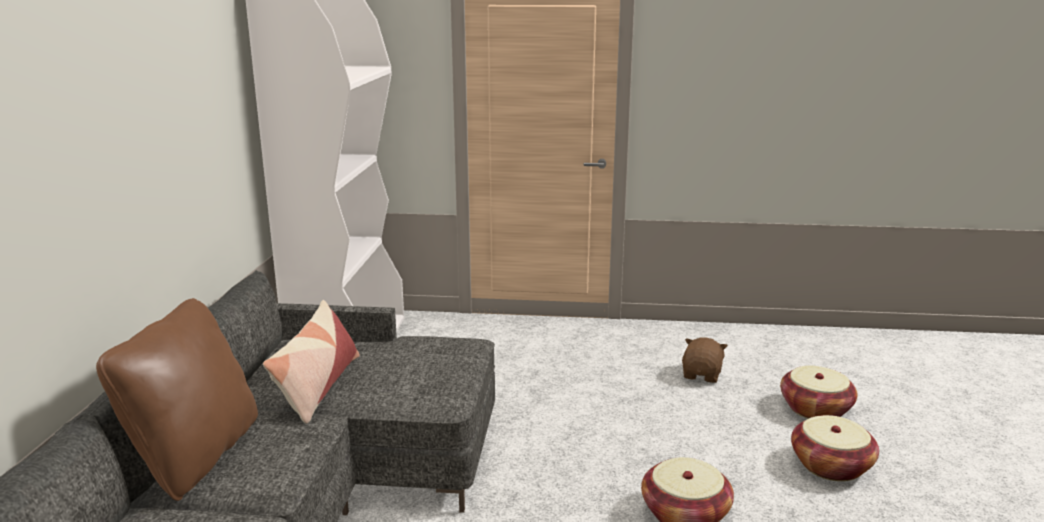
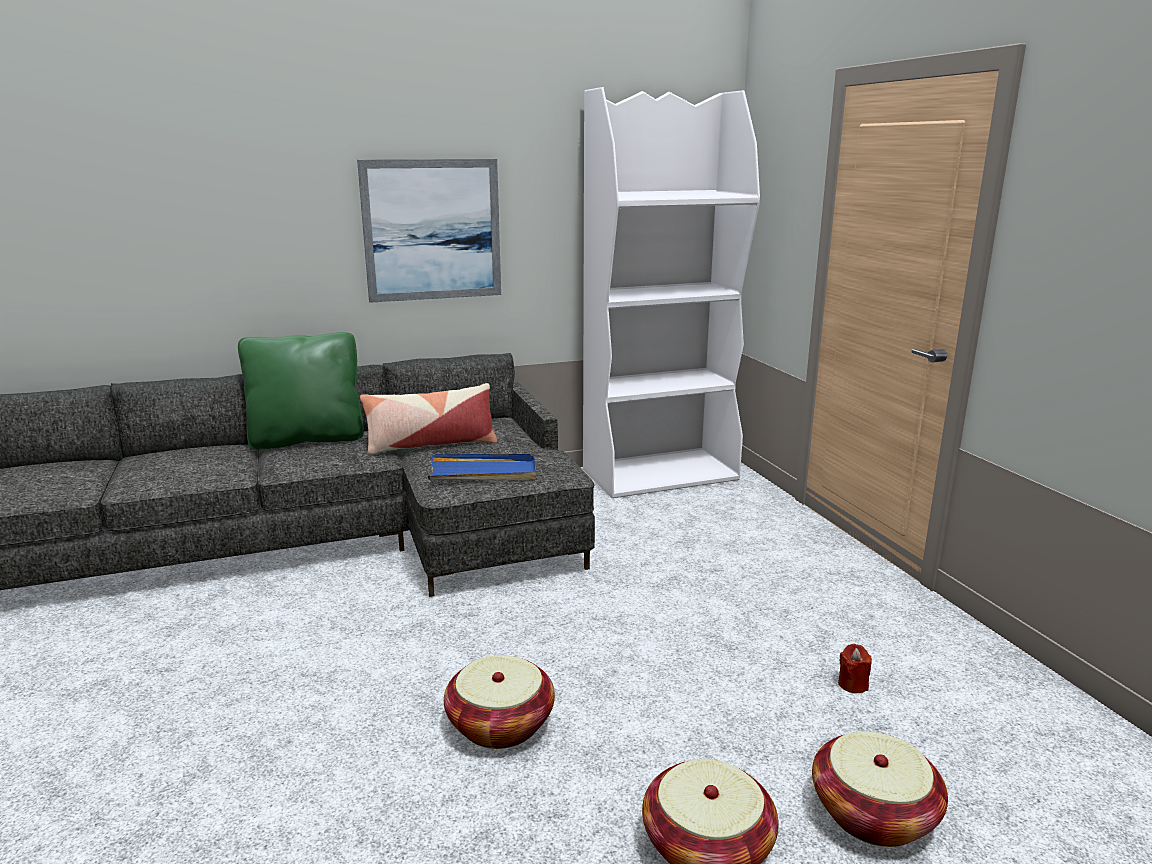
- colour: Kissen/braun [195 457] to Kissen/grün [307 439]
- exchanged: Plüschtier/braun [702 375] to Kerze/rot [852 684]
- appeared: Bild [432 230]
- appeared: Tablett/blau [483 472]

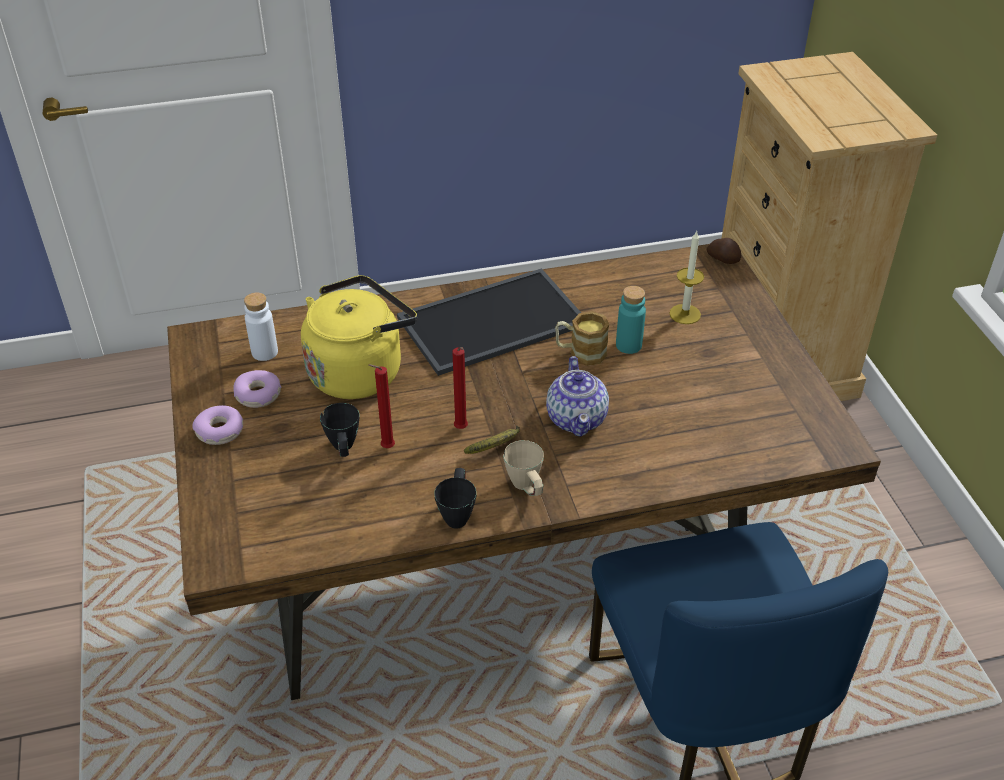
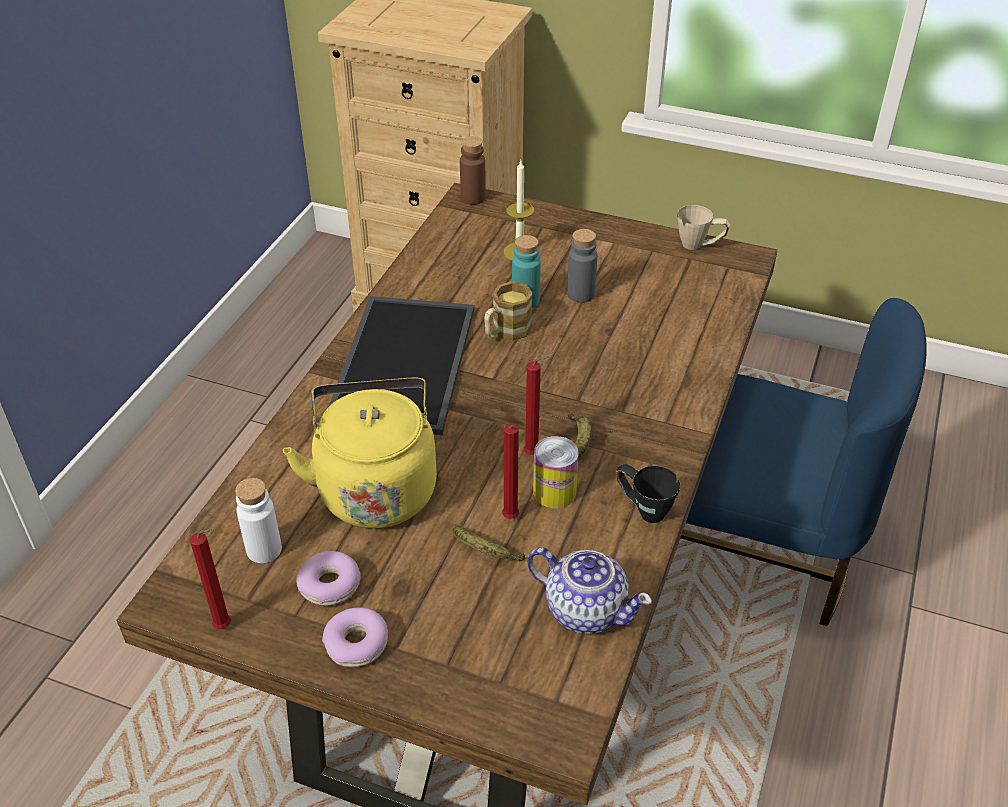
- exchanged: Henkelbecher/schwarz [344 450] to Banane [485 552]
- relocated: Henkelbecher/beige [527 489] to [700 246]
- relocated: Teekanne [577 418] to [585 609]
- exchanged: Kartoffel [723 258] to Flasche/braun [473 198]
- appeared: Kerze/rot [226 627]
- appeared: Dose [554 492]
- appeared: Flasche/grau [580 294]

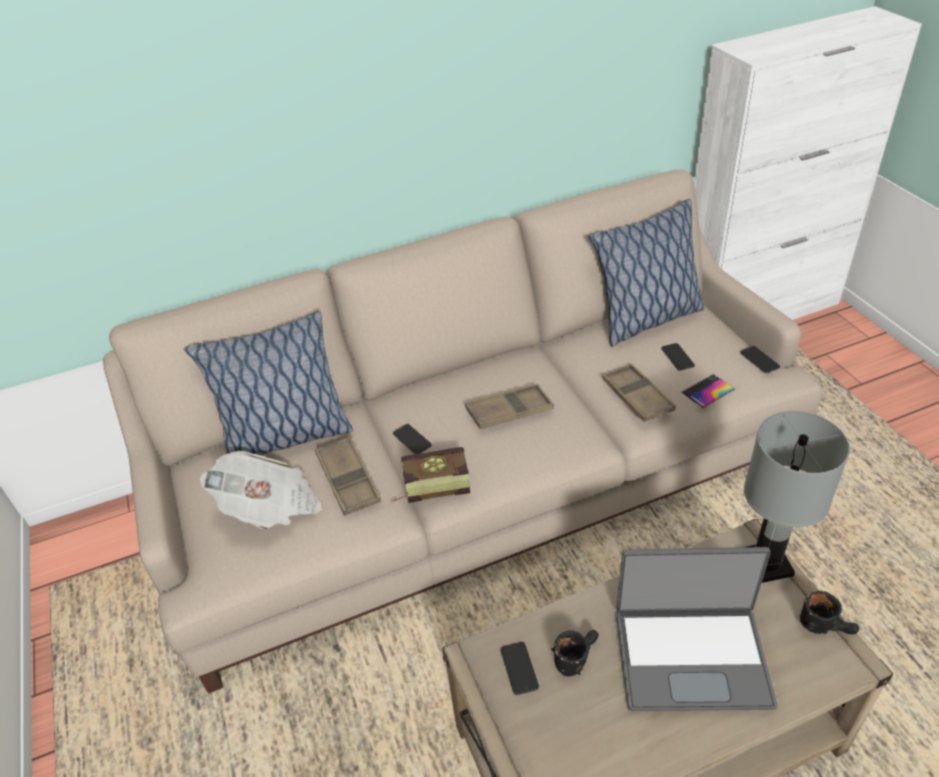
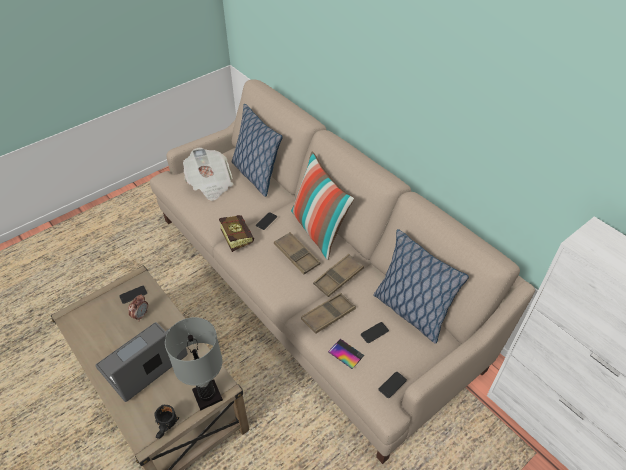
- relocated: Tablett/braun [348 480] to [338 277]
- exchanged: Henkelbecher/schwarz [575 656] to Wecker [141 315]
- spun: Laptop [691 657] = [143 363] 60 degrees clockwise
- appeared: Kissen [319 230]

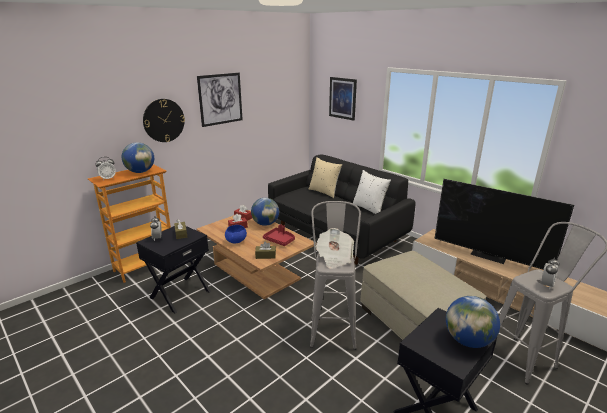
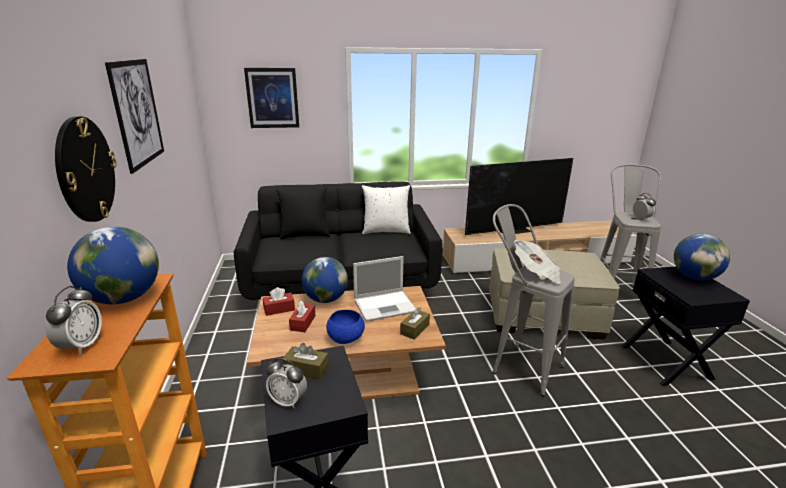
- exchanged: Tablett/rot [280 240] to Laptop [386 305]
- colour: Kissen/beige [324 192] to Kissen/schwarz [305 234]

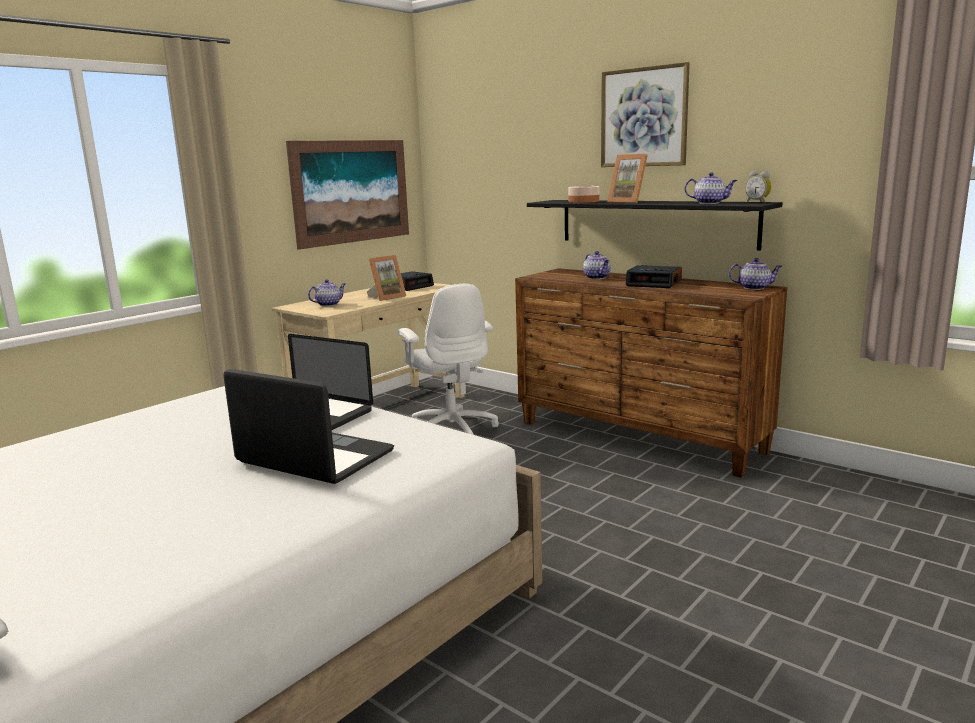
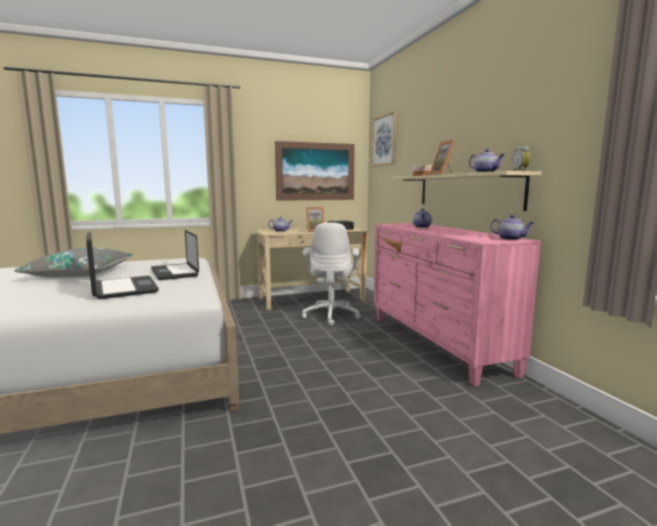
- colour: Kommode/braun [638 437] to Kommode/rosa [436 344]
- colour: Wandregal/schwarz [655 223] to Wandregal/beige [466 191]
- relocated: Bild [644 117] to [384 140]
- missing: Wecker [654 283]
- appeared: Kissen/grau [80 273]

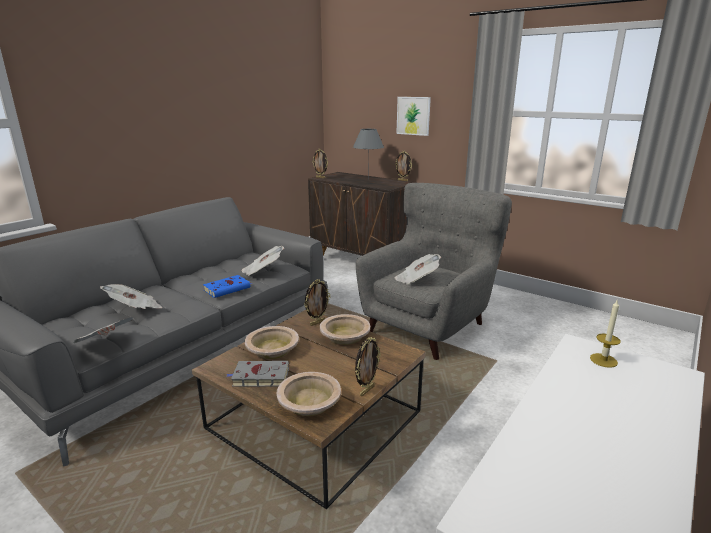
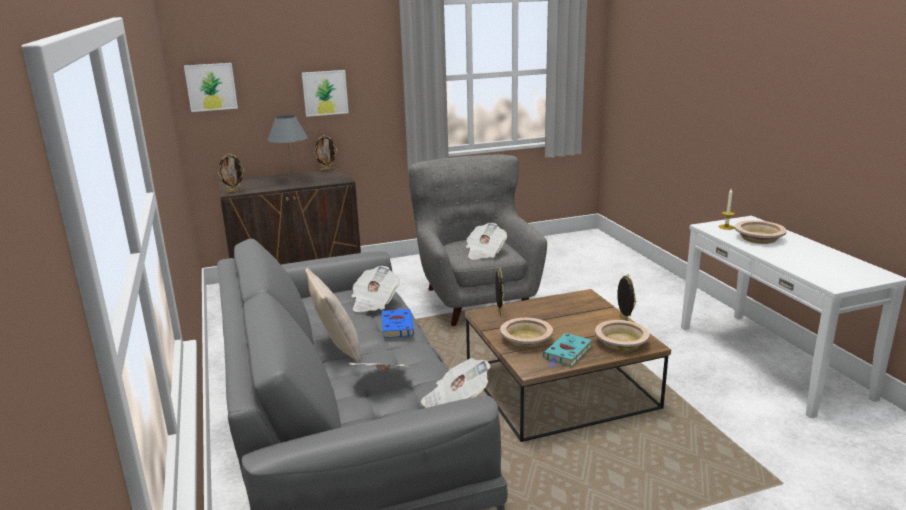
- colour: Buch/grau [259 377] to Buch/türkis [567 353]
- relocated: Schüssel/beige [344 336] to [758 238]
- appeared: Bild [211 87]
- appeared: Kissen/beige [336 347]

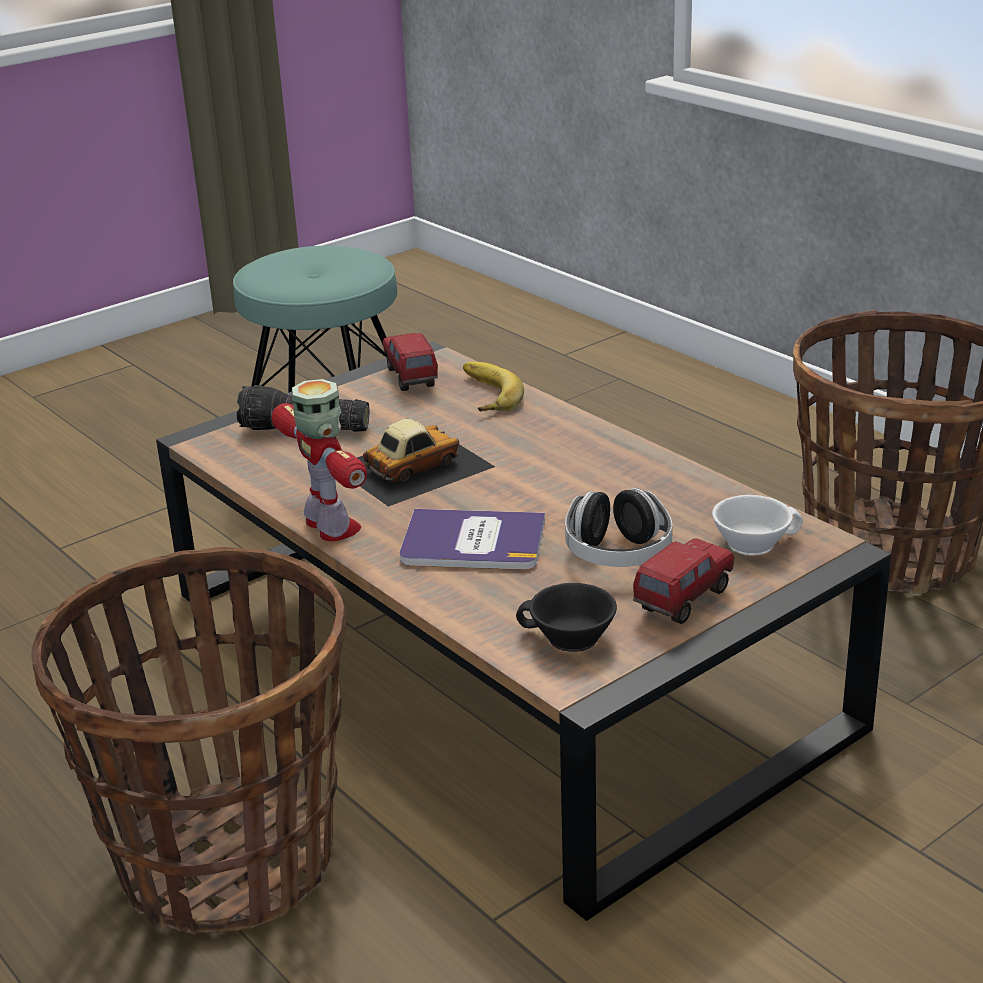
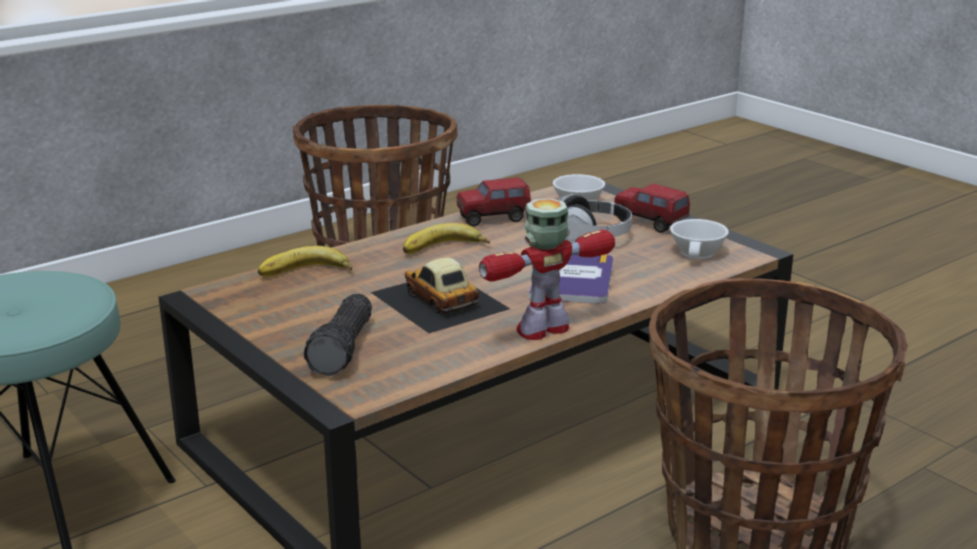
- relocated: Spielzeuglaster [411 378] to [493 219]
- colour: Tasse/schwarz [569 639] to Tasse/weiß [699 253]
- appeared: Banane [445 249]

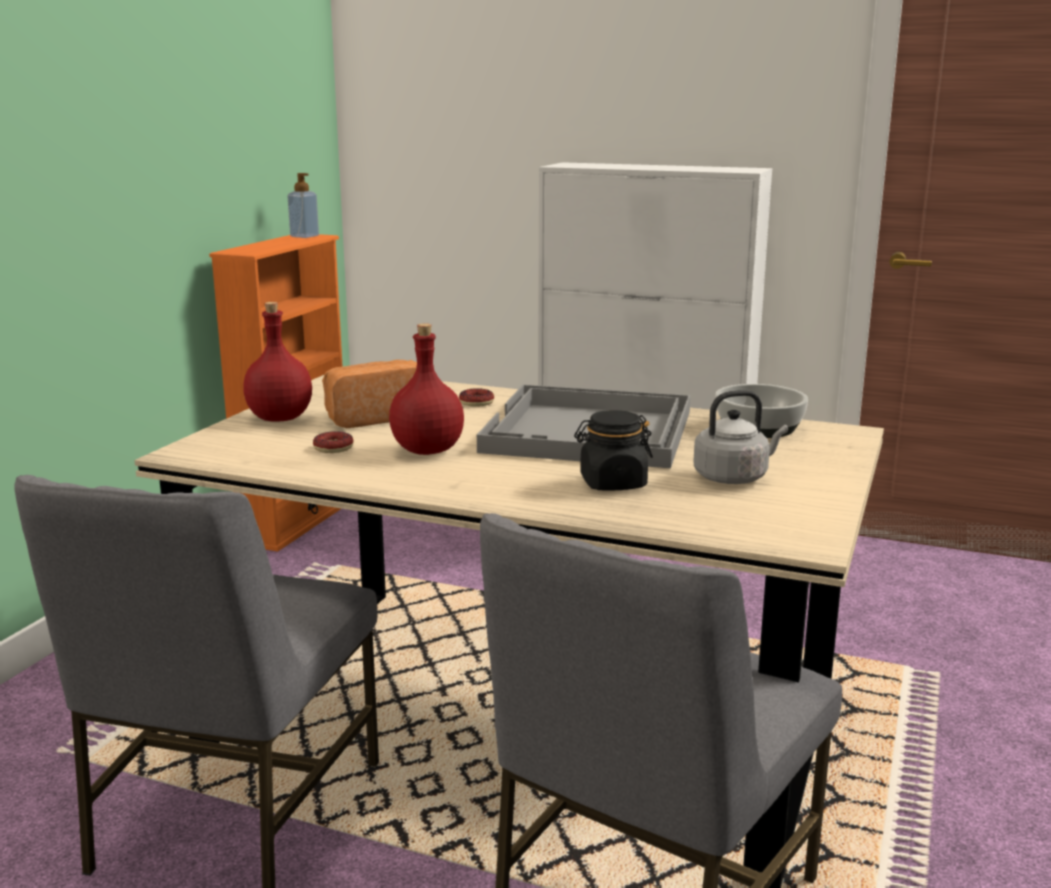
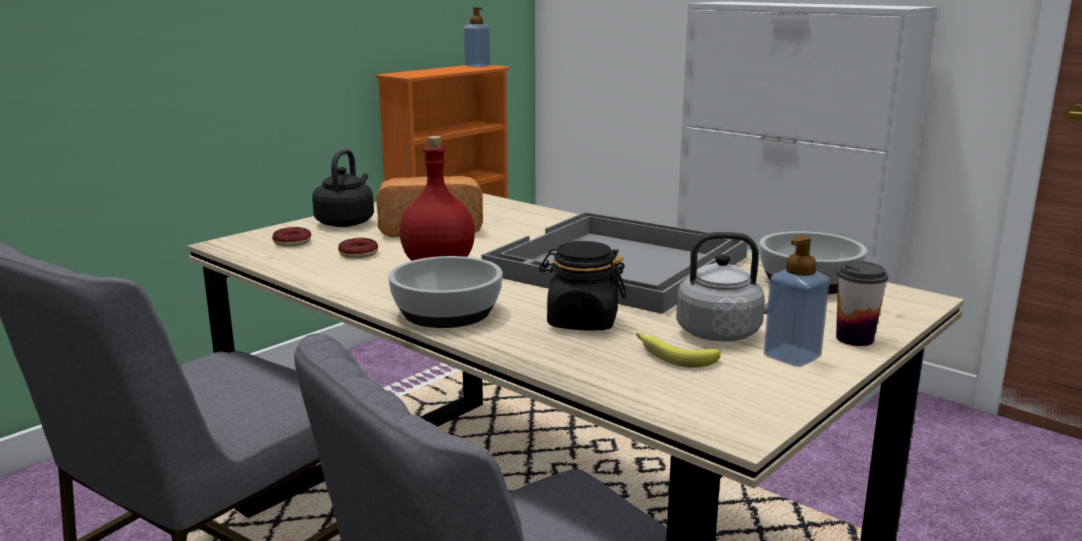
- exchanged: Flasche/rot [279 418] to Wasserkessel/schwarz [346 222]
- relocated: Donut [476 402] to [292 242]
- appeared: Schüssel [445 312]
- appeared: Banane [672 355]
- appeared: Seifenspender [792 356]
- appeared: Tasse [854 339]

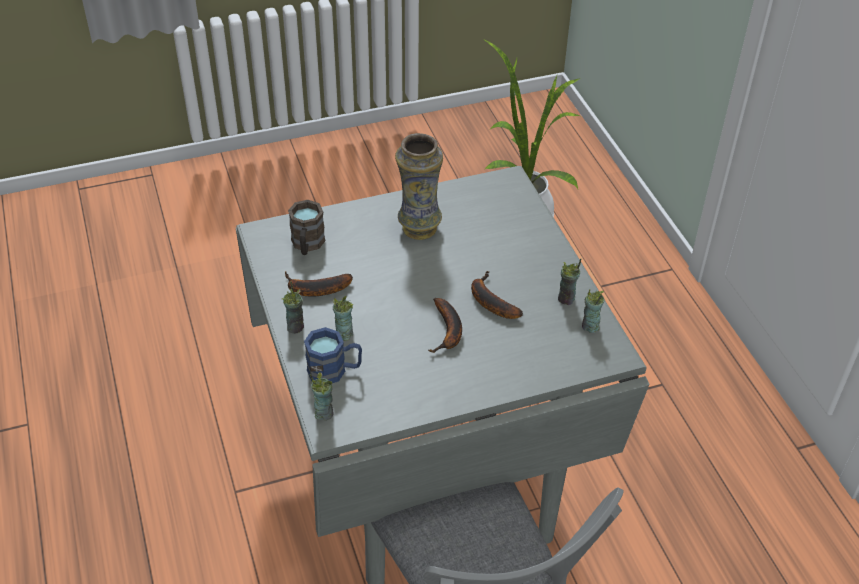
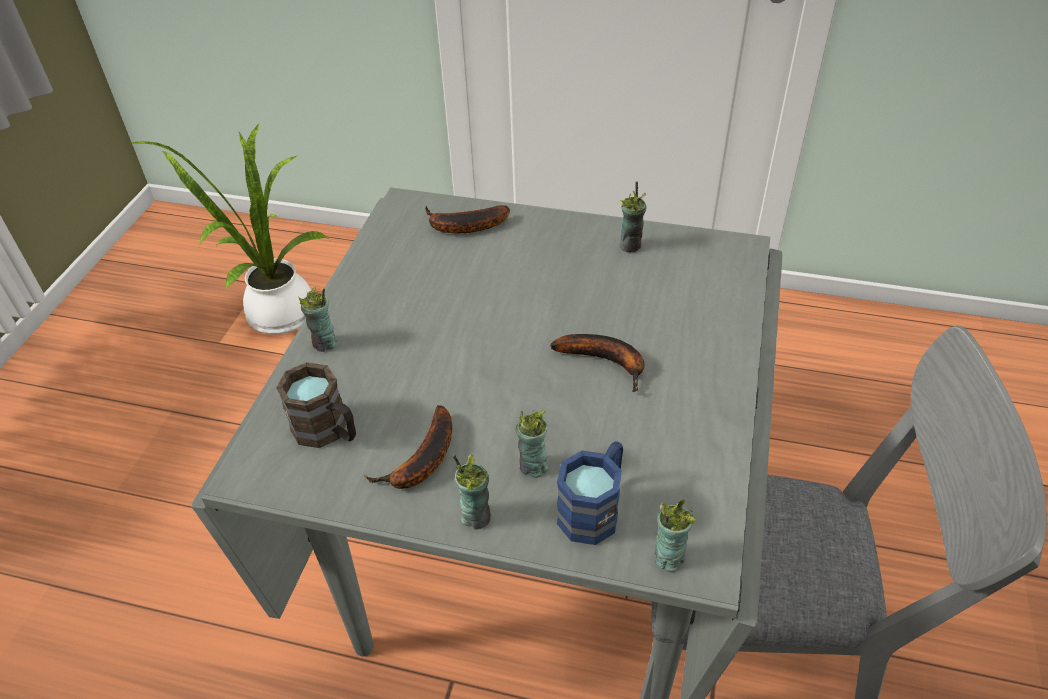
- missing: Vase [419 228]
- relocated: Banane [489 301] to [462 226]
- relocated: Tasse [590 326] to [325 343]

